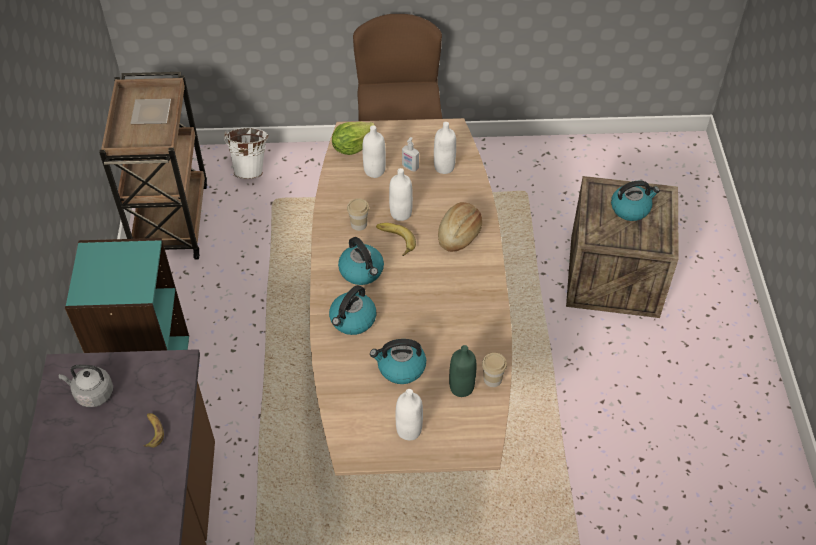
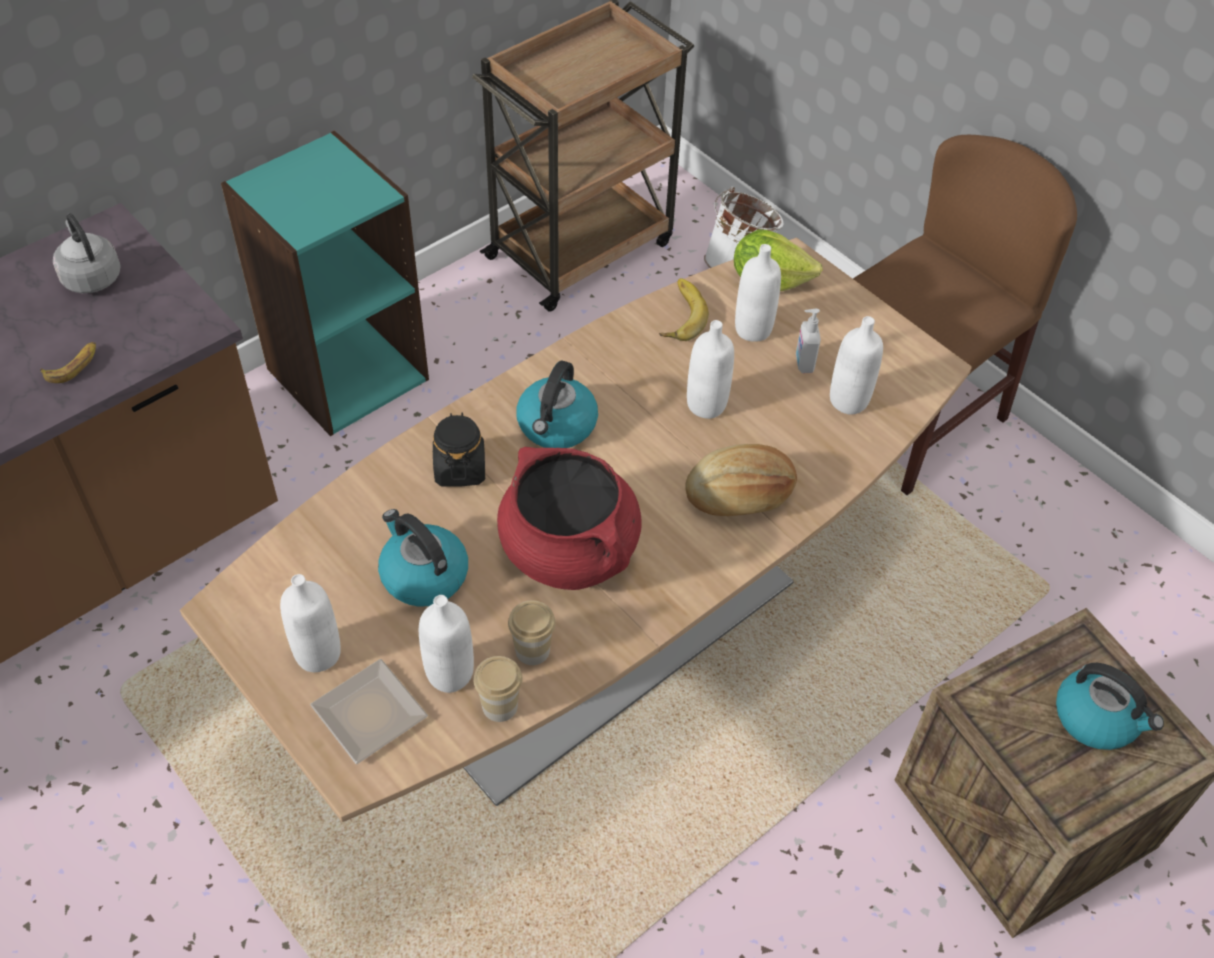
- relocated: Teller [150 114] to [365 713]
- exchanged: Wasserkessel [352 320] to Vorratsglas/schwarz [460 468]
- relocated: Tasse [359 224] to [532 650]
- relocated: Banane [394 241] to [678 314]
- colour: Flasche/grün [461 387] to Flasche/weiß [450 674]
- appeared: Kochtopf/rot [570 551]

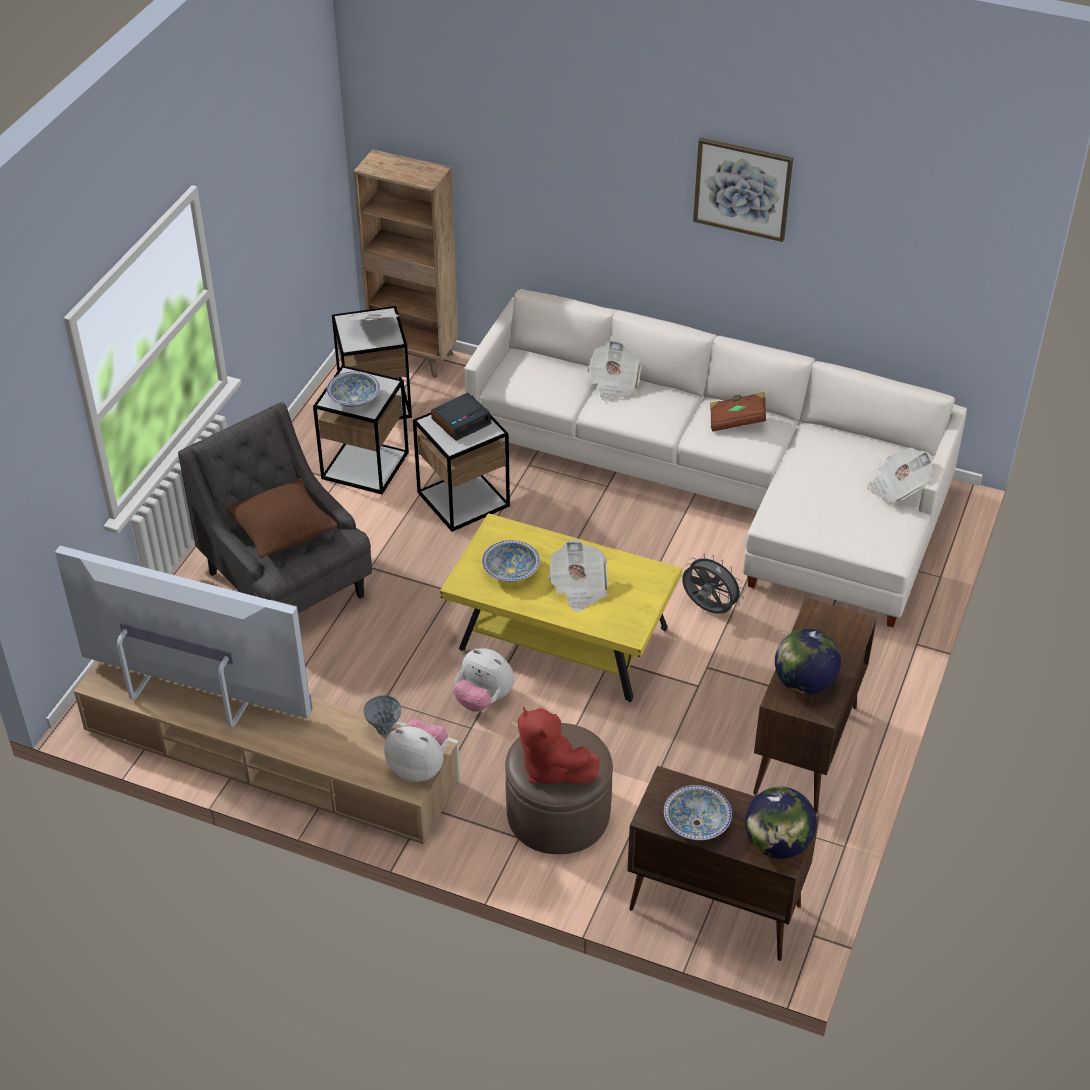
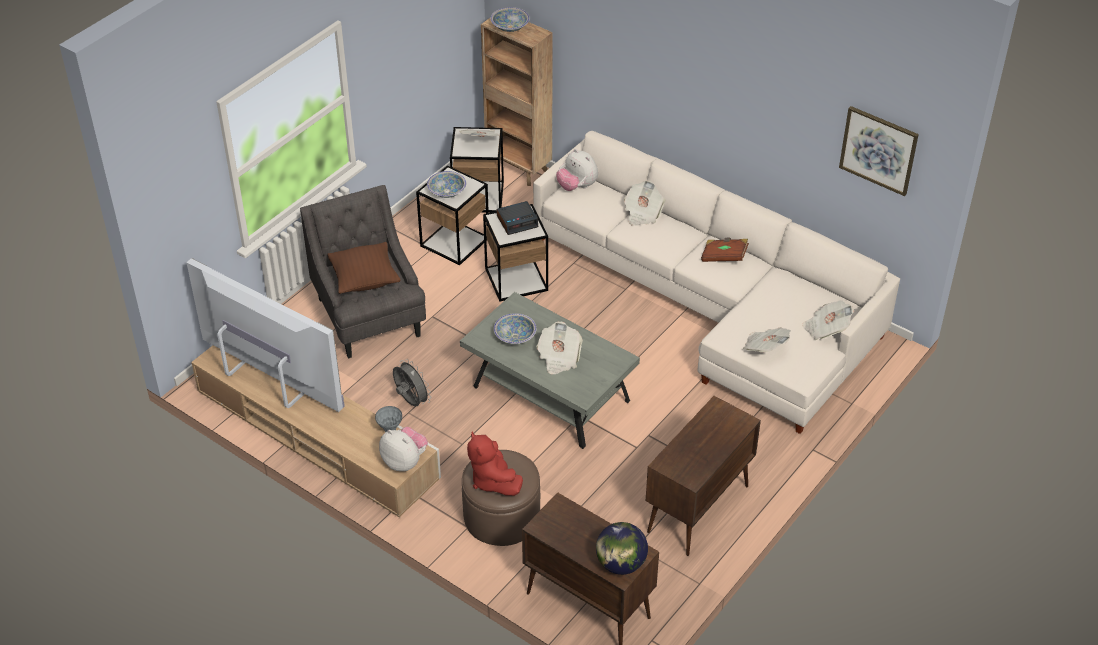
- colour: Couchtisch/gelb [562 640] to Couchtisch/grau [550 395]
- relocated: Plüschtier [483 699] to [577 186]
- relocated: Schüssel [696 823] to [510 27]
- relocated: Ventilator/grau [708 609] to [411 401]
- relocated: Bild [742 188] to [878 150]
- missing: Globus [804 683]
- appeared: Zeitung [765 348]

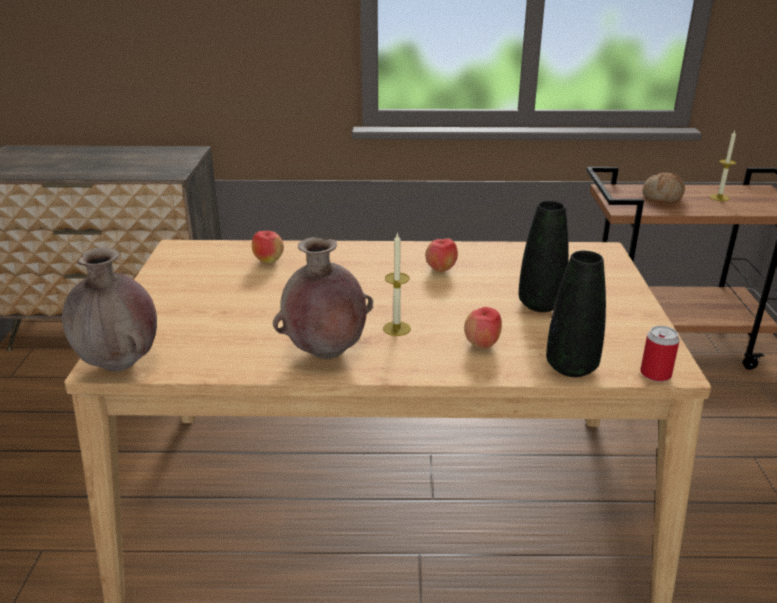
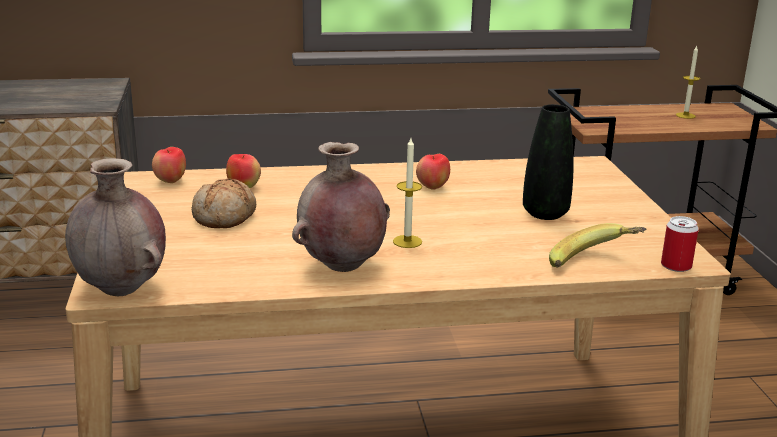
- relocated: Apfel [482 345] to [170 181]
- exchanged: Vase/schwarz [571 367] to Banane [594 265]
- relocated: Brot [663 197] to [225 217]

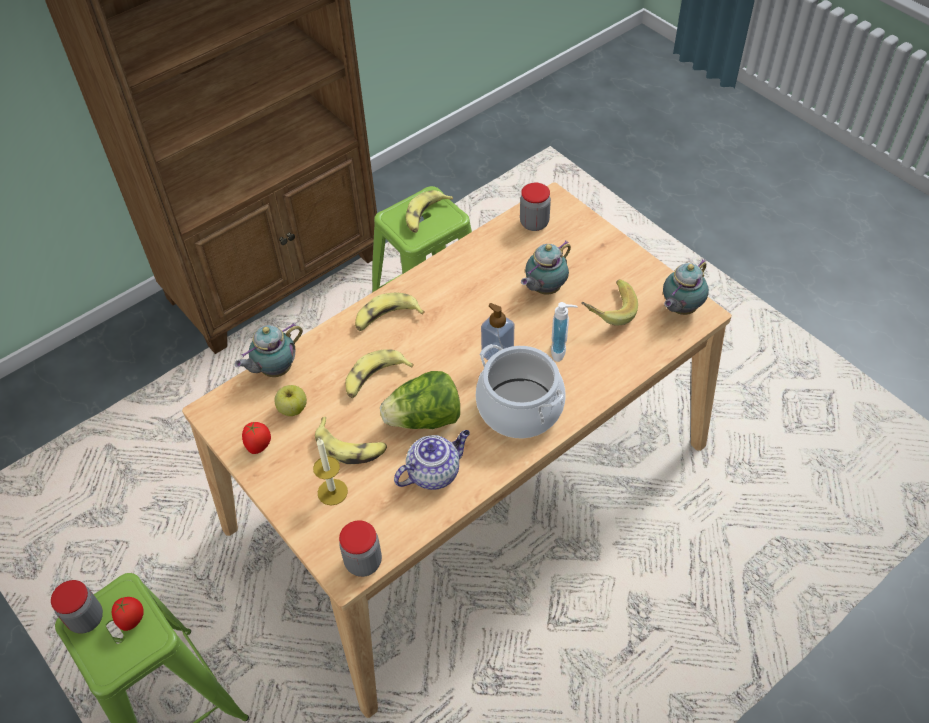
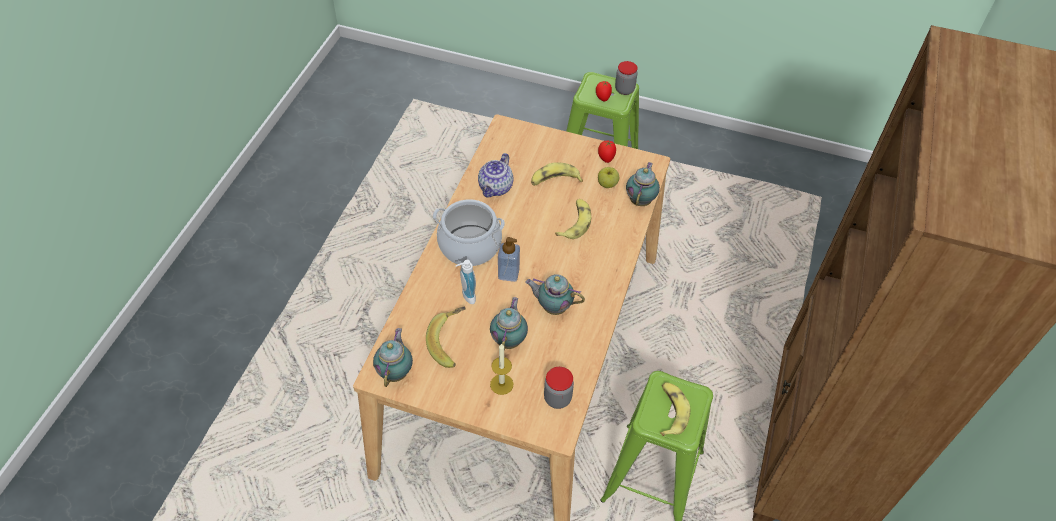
- relocated: Kerze [332 492] to [501 384]
- missing: Vorratsglas [363 562]
- missing: Banane [386 318]
- missing: Salatkopf [424 419]
- appeared: Teekanne [553 307]

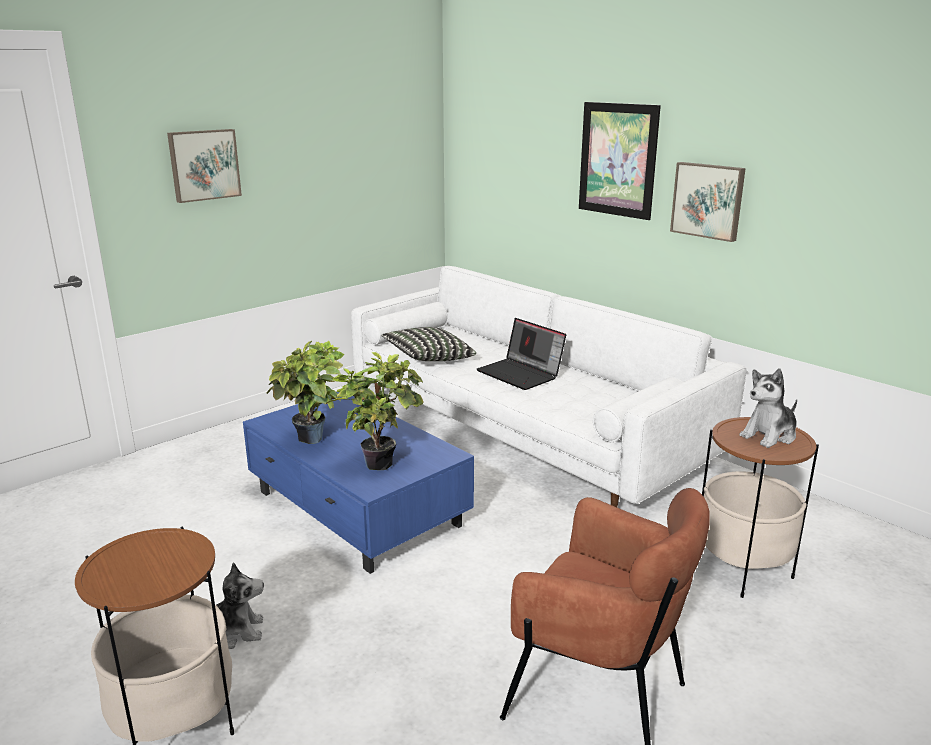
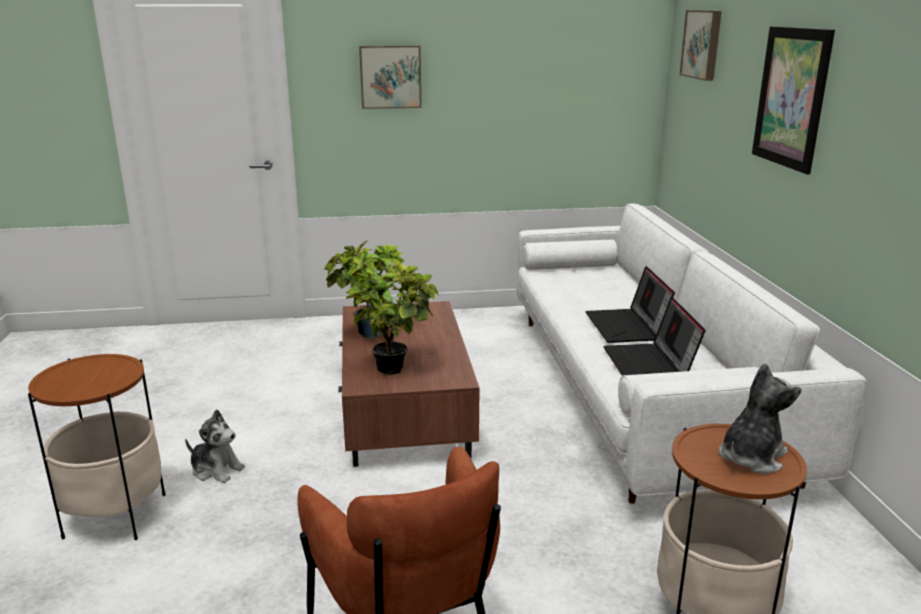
- colour: Couchtisch/blau [358 509] to Couchtisch/braun [404 412]
- missing: Kissen [428 359]
- relocated: Bild [708 200] to [703 44]
- spun: Plüschtier [769 435] = [750 457] 135 degrees clockwise
- appeared: Laptop [650 366]

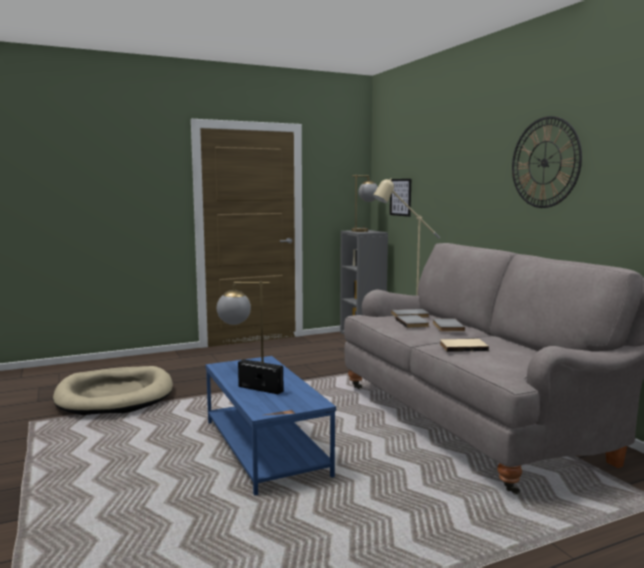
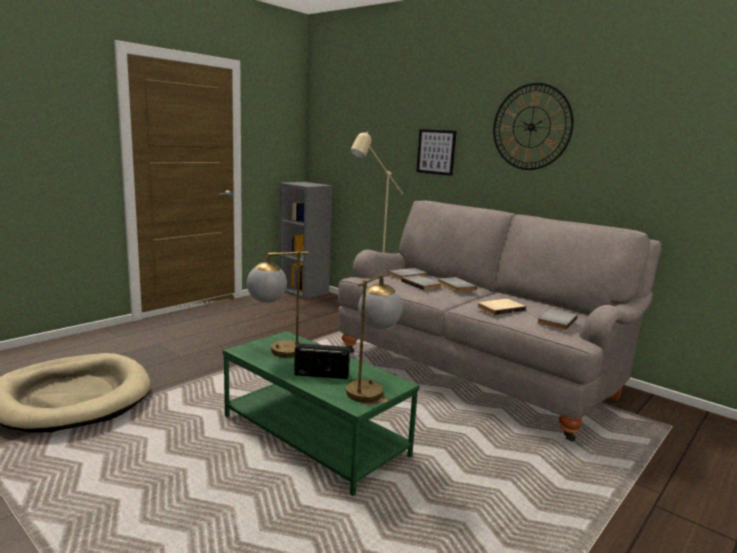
- colour: Couchtisch/blau [266 447] to Couchtisch/grün [315 435]
- relocated: Tischlampe [364 231] to [370 388]
- relocated: Bild [400 197] to [436 152]
- appeared: Buch/grau [555 320]

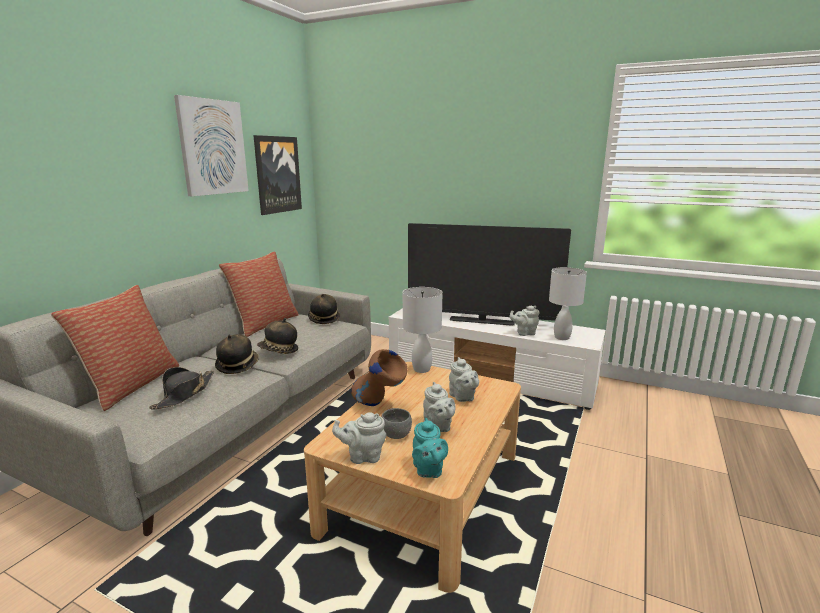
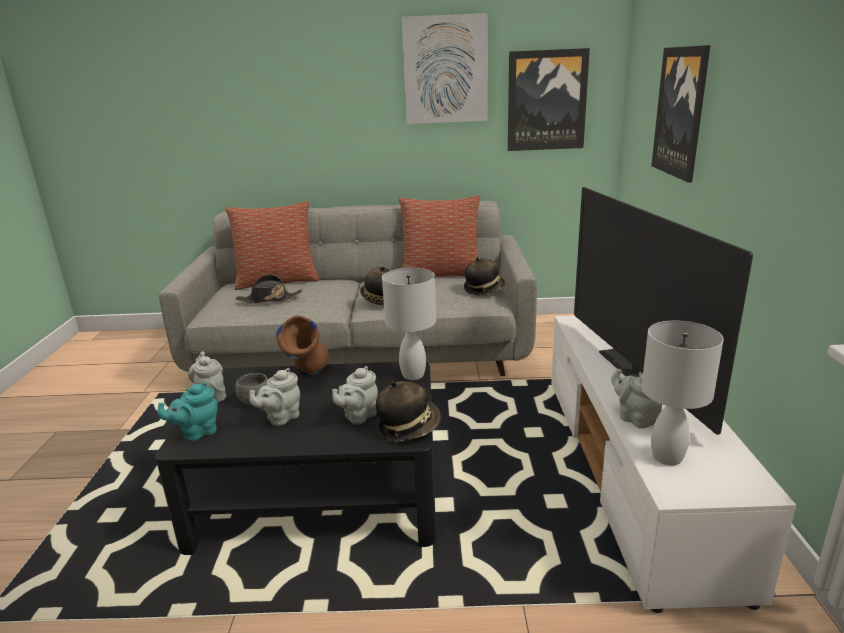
- relocated: Hut [237 365] to [408 427]
- colour: Couchtisch/beige [424 491] to Couchtisch/schwarz [320 492]
- appeared: Bild [681 112]

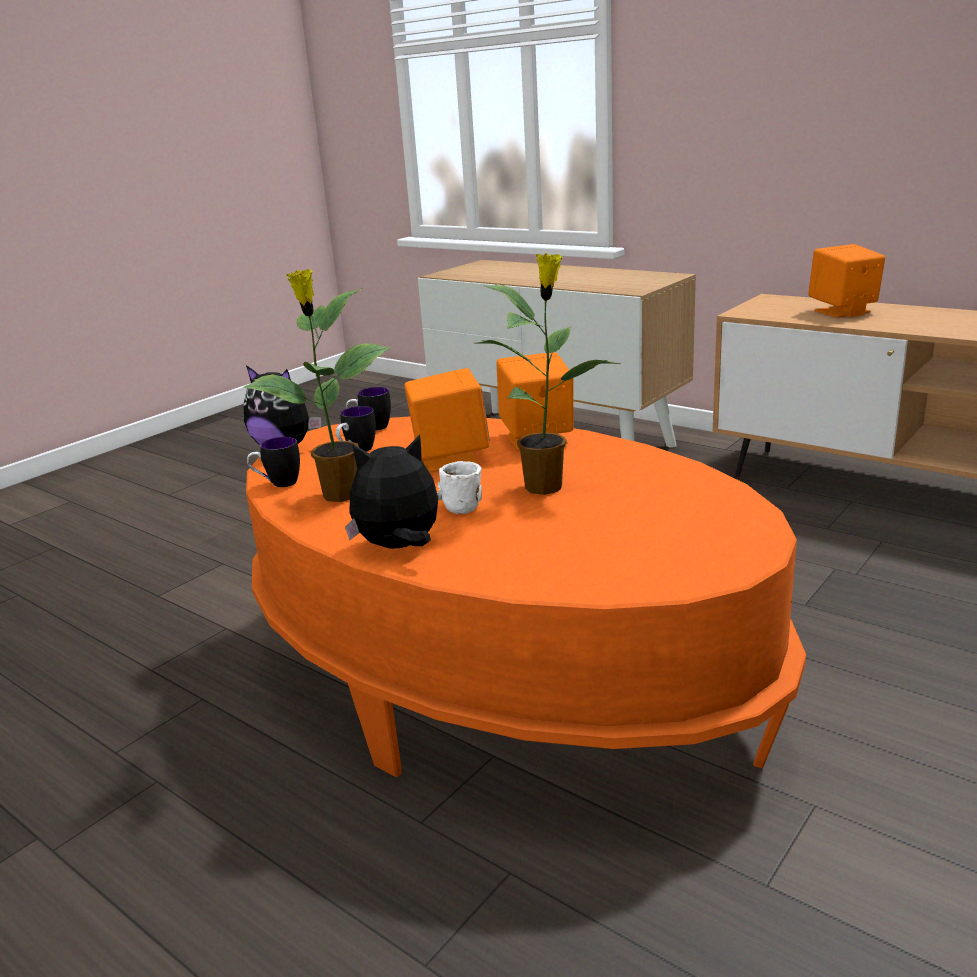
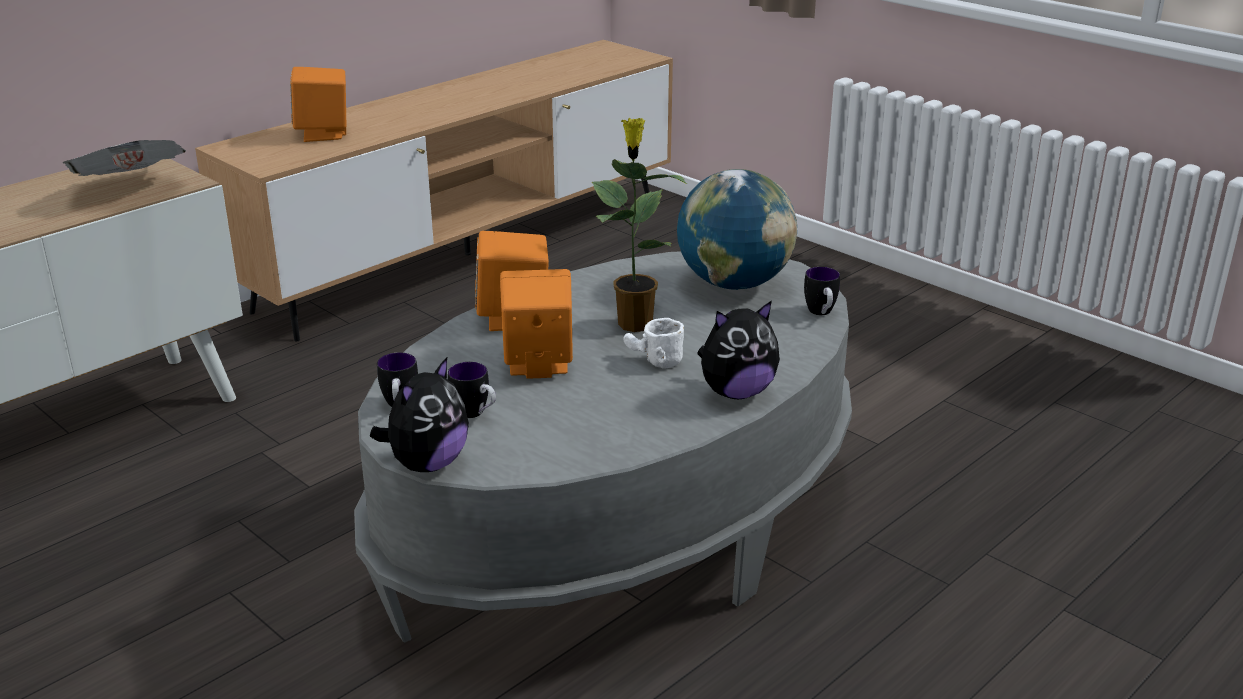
- missing: Topfpflanze [339 495]
- colour: Couchtisch/orange [501 676] to Couchtisch/grau [621 526]
- relocated: Henkelbecher [277 484] to [821 314]
- spun: Plüschtier [399 547] = [736 392] 105 degrees counterclockwise
- appeared: Zeitung [131 189]
- appeared: Globus [734 284]

